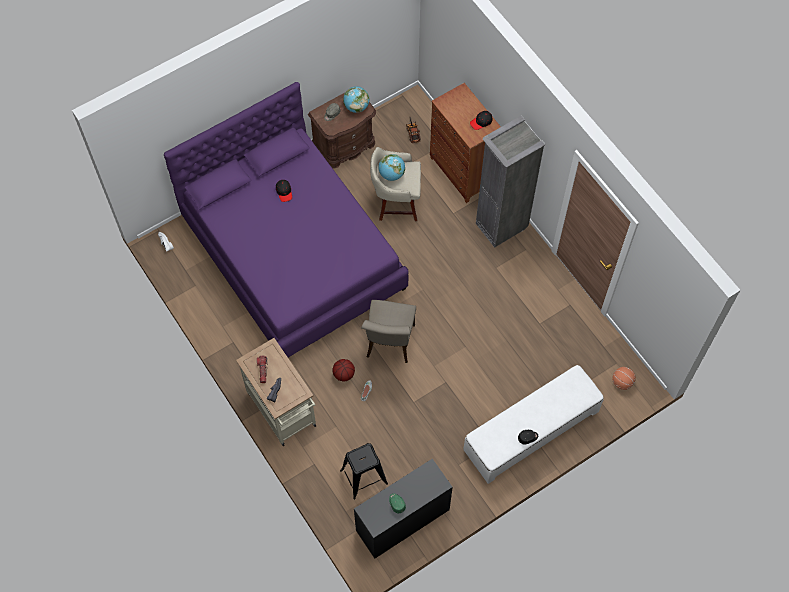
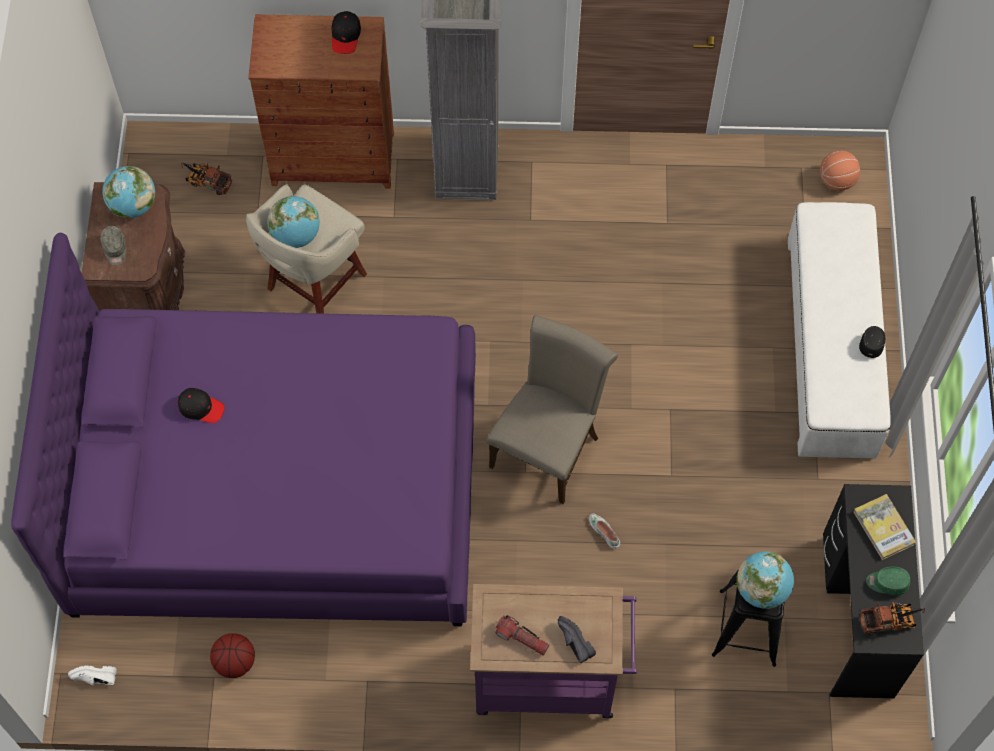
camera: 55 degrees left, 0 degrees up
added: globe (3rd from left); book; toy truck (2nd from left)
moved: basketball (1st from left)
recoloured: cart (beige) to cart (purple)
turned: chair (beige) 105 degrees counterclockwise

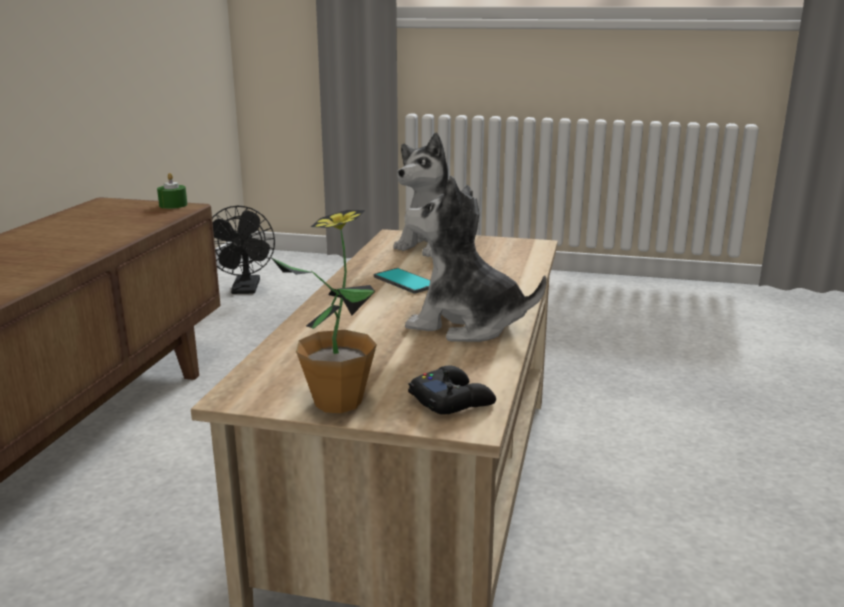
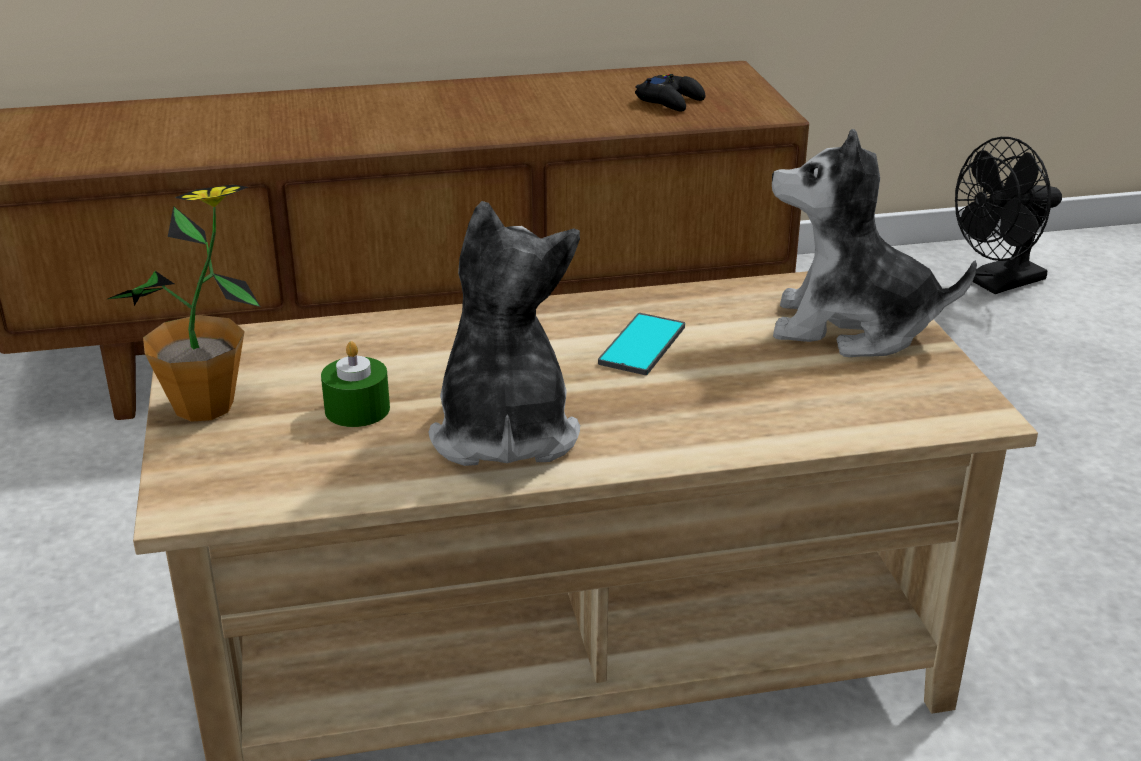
camera: 65 degrees right, 10 degrees up
moved: candle (green); game controller (black)

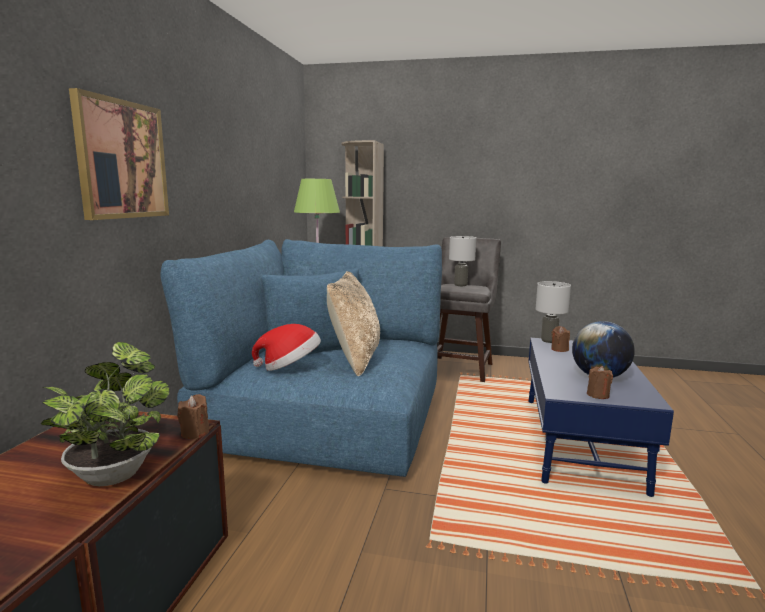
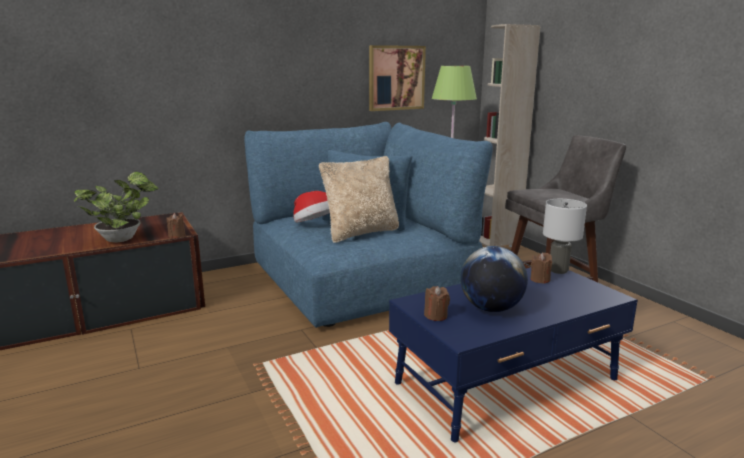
camera: 50 degrees right, 5 degrees up
removed: table lamp (white) (1st from left)
moved: picture

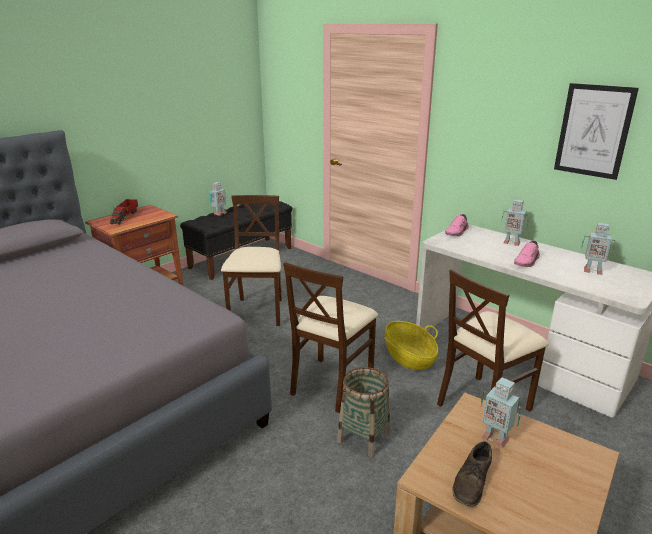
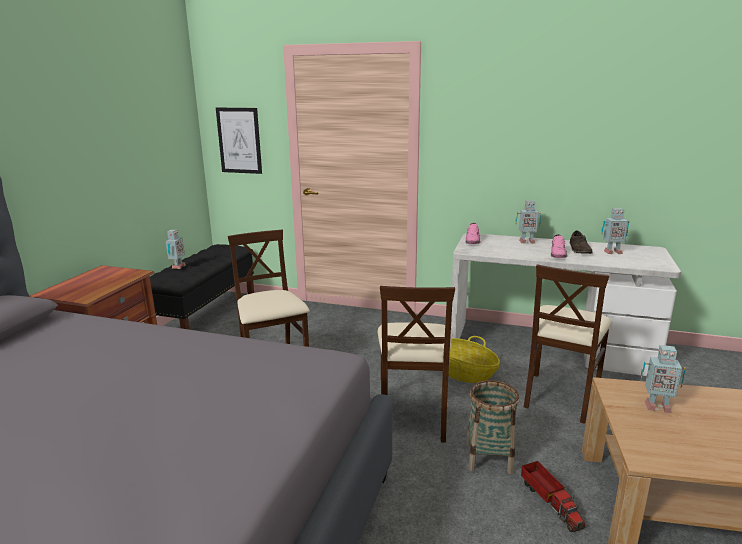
camera: 25 degrees left, 5 degrees down
moved: toy truck; shoe (brown); picture

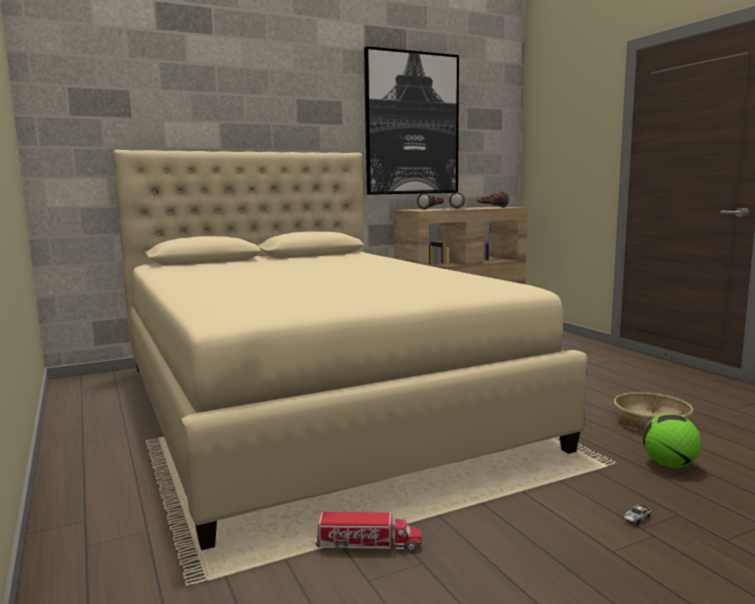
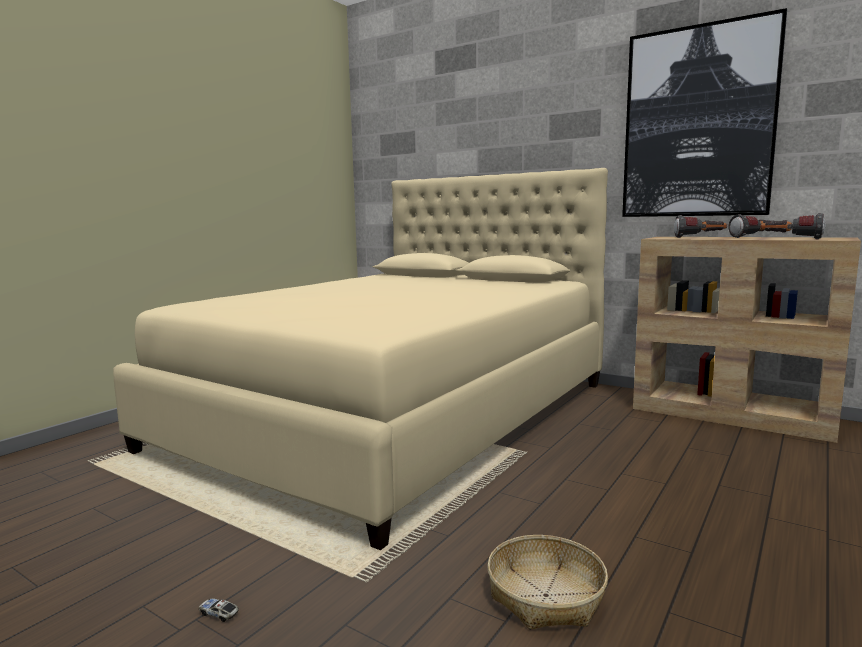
camera: 60 degrees right, 0 degrees up
removed: toy truck; football

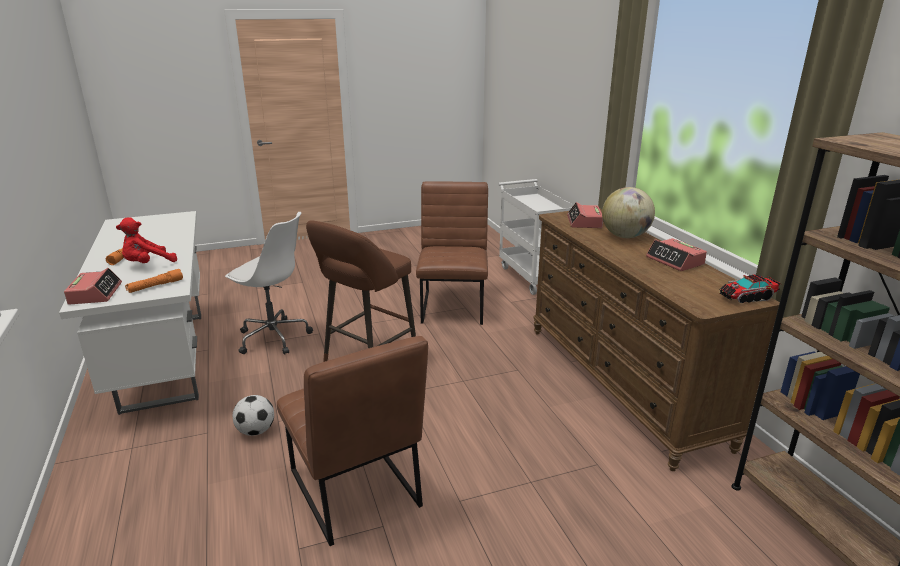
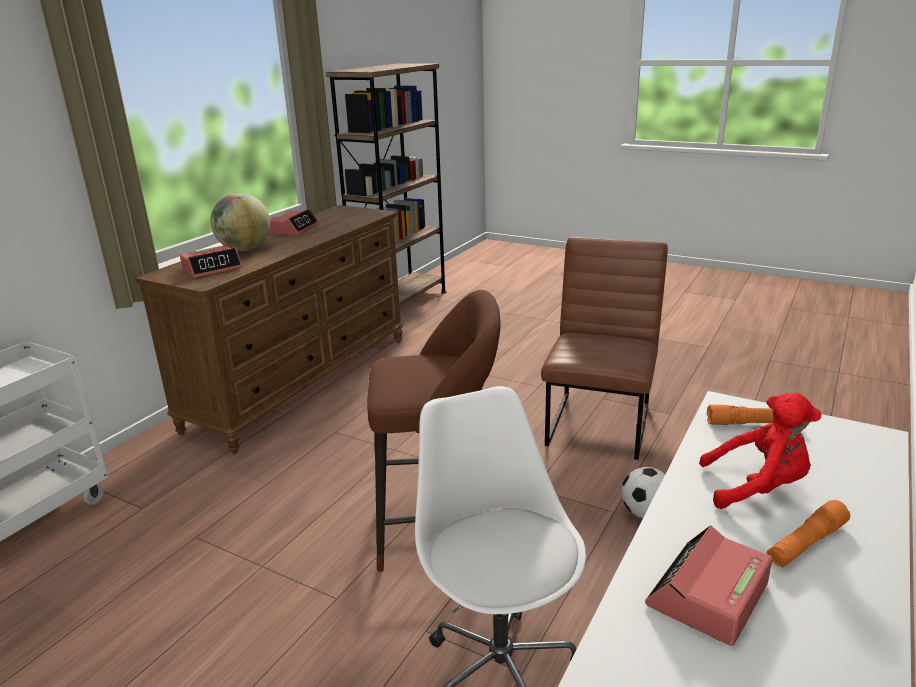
camera: 130 degrees left, 0 degrees up
removed: chair (brown) (2nd from left); toy truck
moved: alarm clock (1st from left in the first image) to alarm clock (3rd from left)

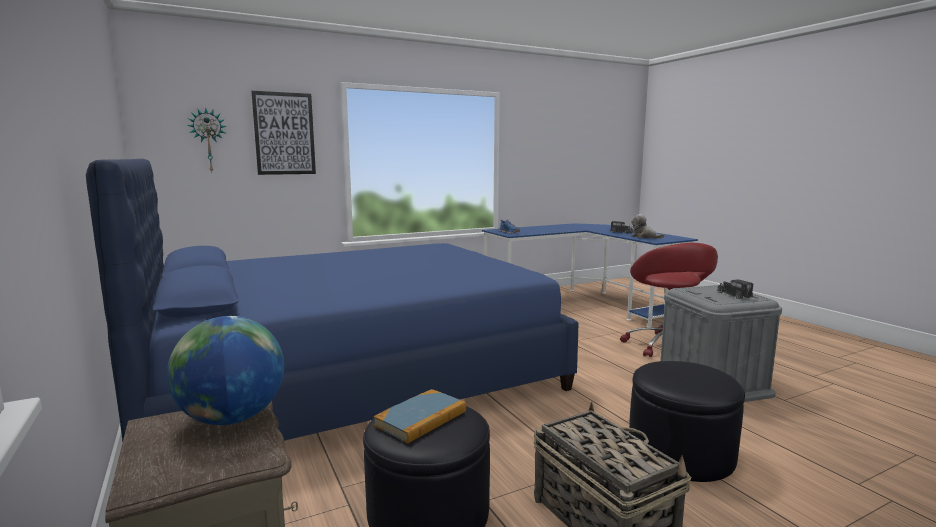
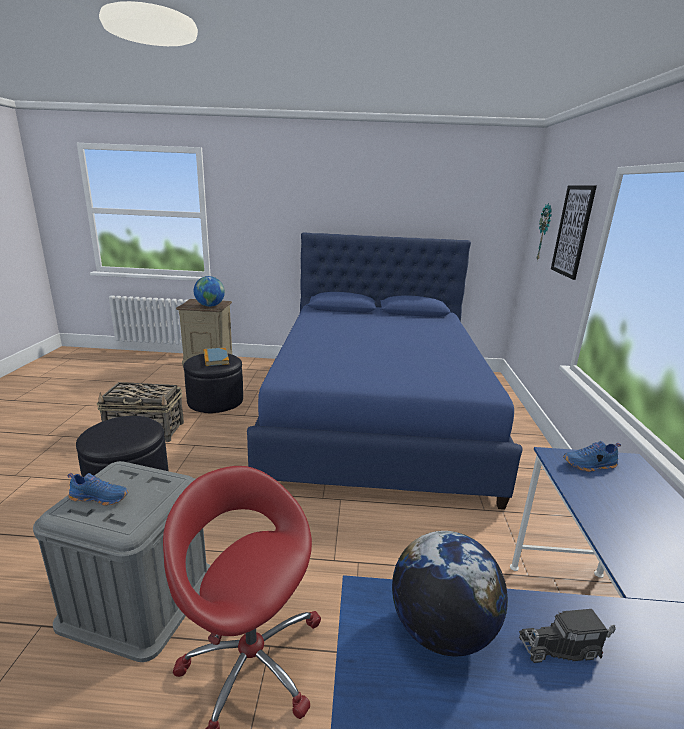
camera: 120 degrees right, 10 degrees up
replaced: plush toy to globe (2nd from left); toy truck (2nd from left) to shoe (blue) (1st from left)

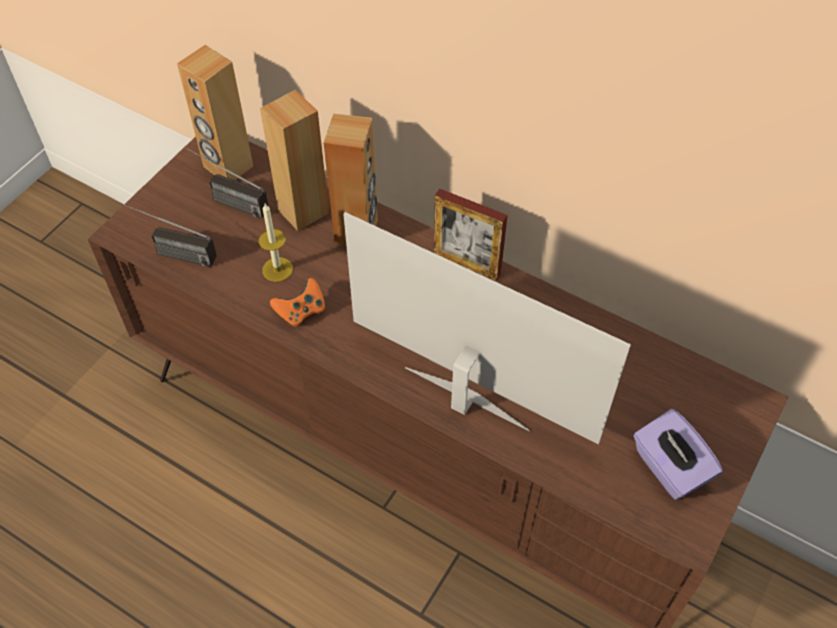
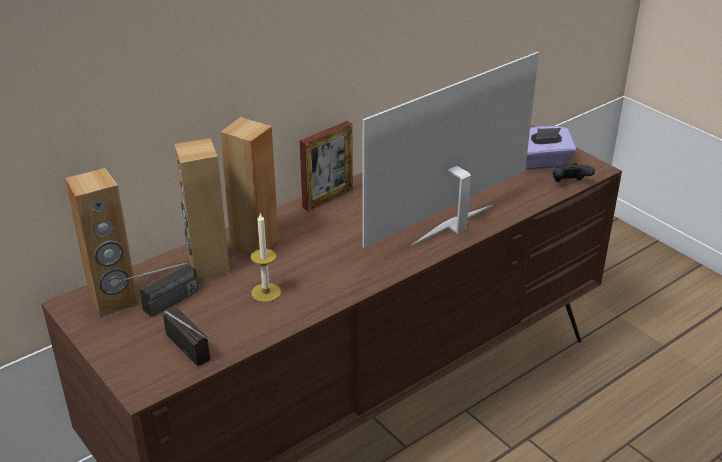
camera: 70 degrees left, 20 degrees down
removed: game controller (orange)
added: game controller (black)
turned: radio (1st from left in the first image) 75 degrees counterclockwise

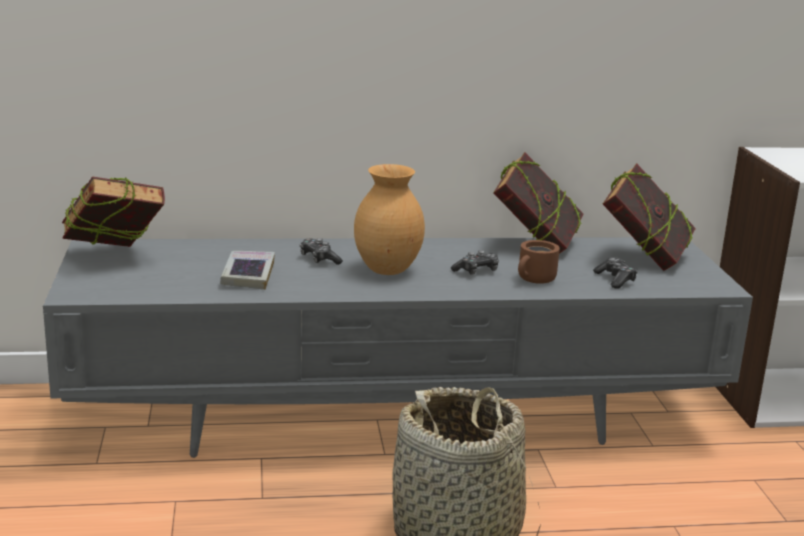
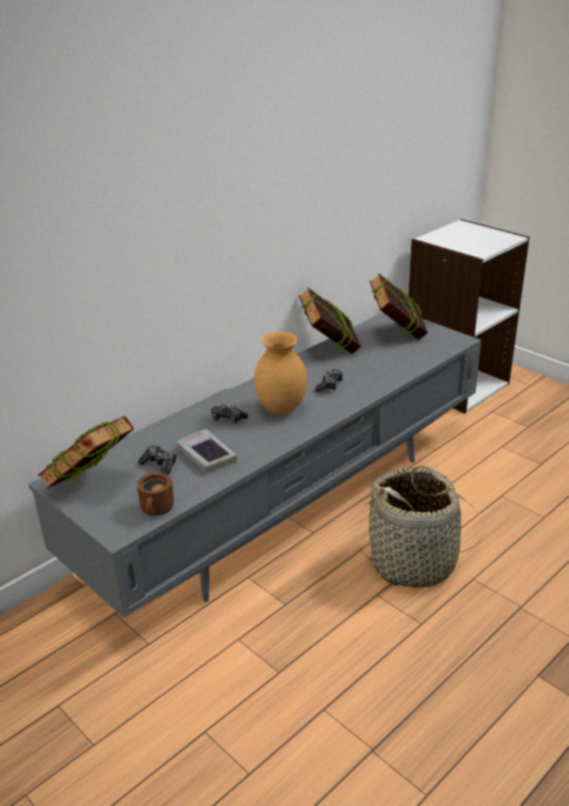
camera: 35 degrees left, 10 degrees up
moved: mug (brown); game controller (3rd from left in the first image) to game controller (1st from left)

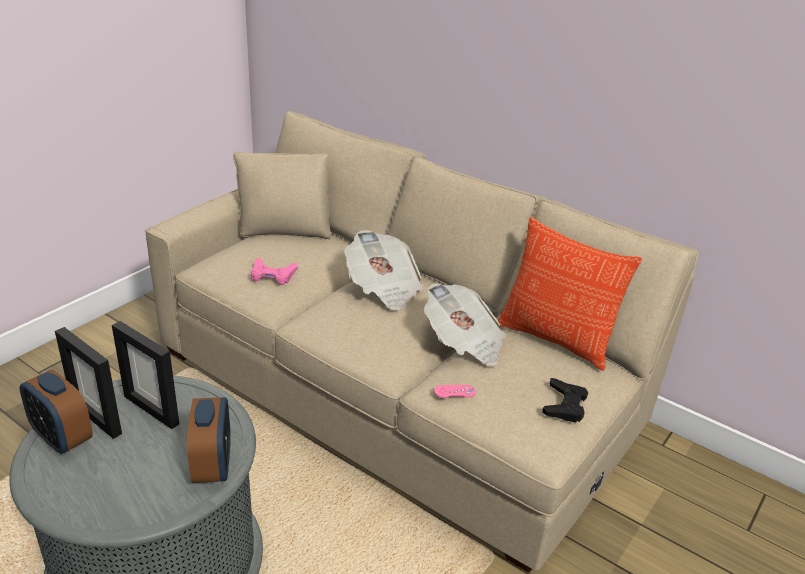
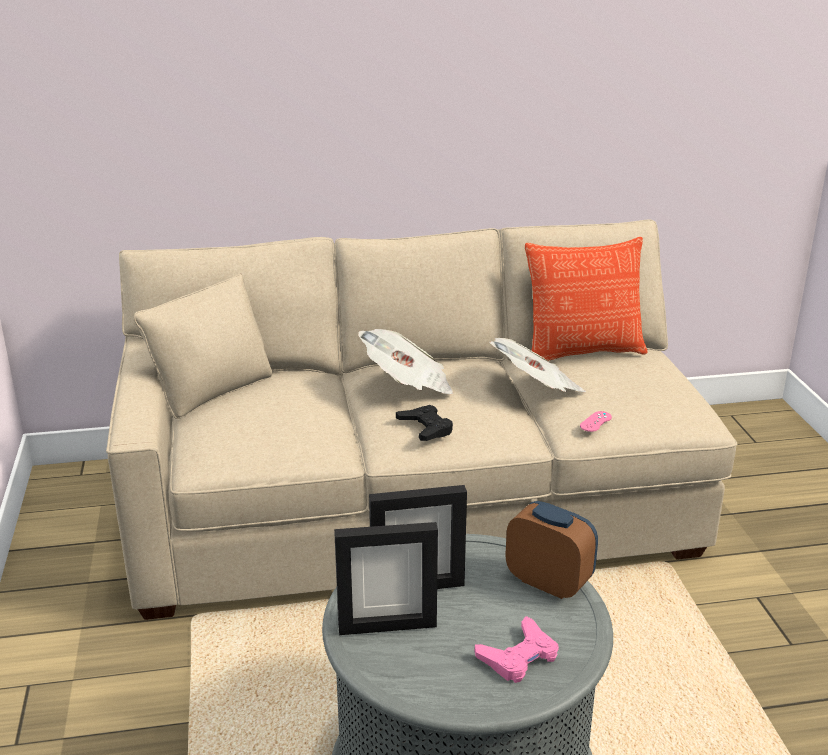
camera: 45 degrees left, 5 degrees down
removed: alarm clock (1st from left)
moved: game controller (pink) (1st from left); game controller (black)

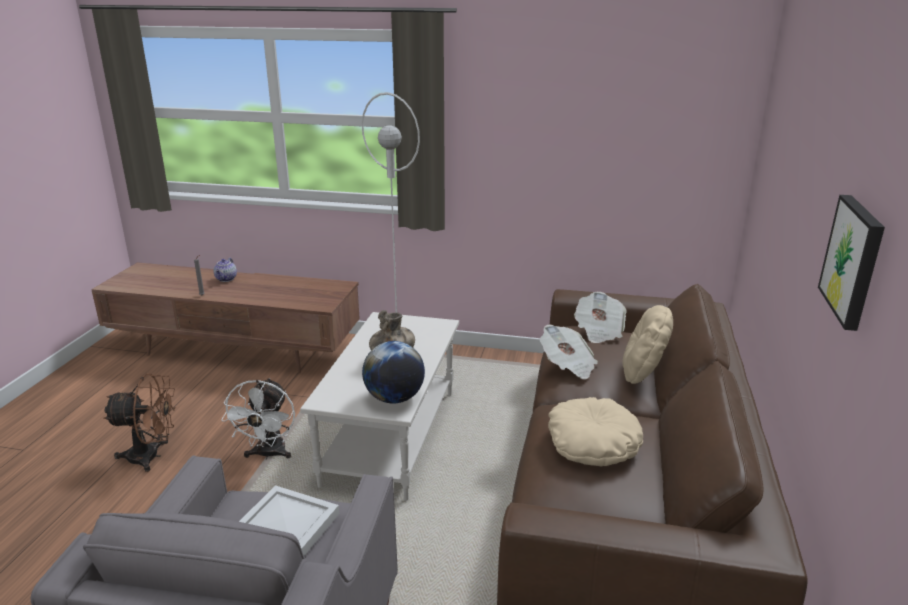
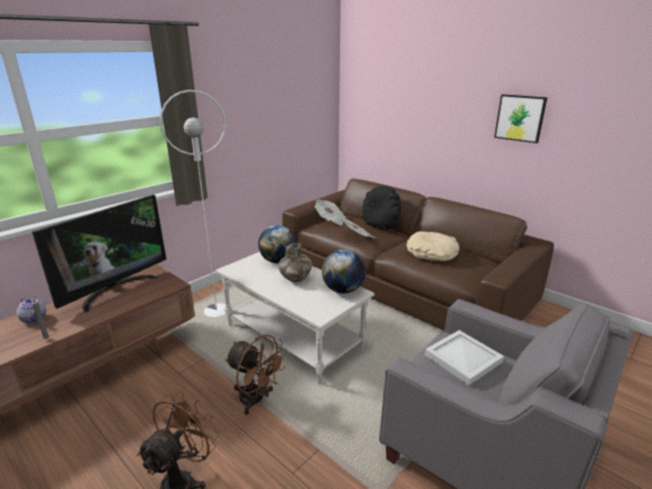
camera: 60 degrees left, 0 degrees up
added: television; globe (1st from left)
recoloured: fan (white) to fan (brown) (2nd from left); pillow (beige) (2nd from left) to pillow (black)

